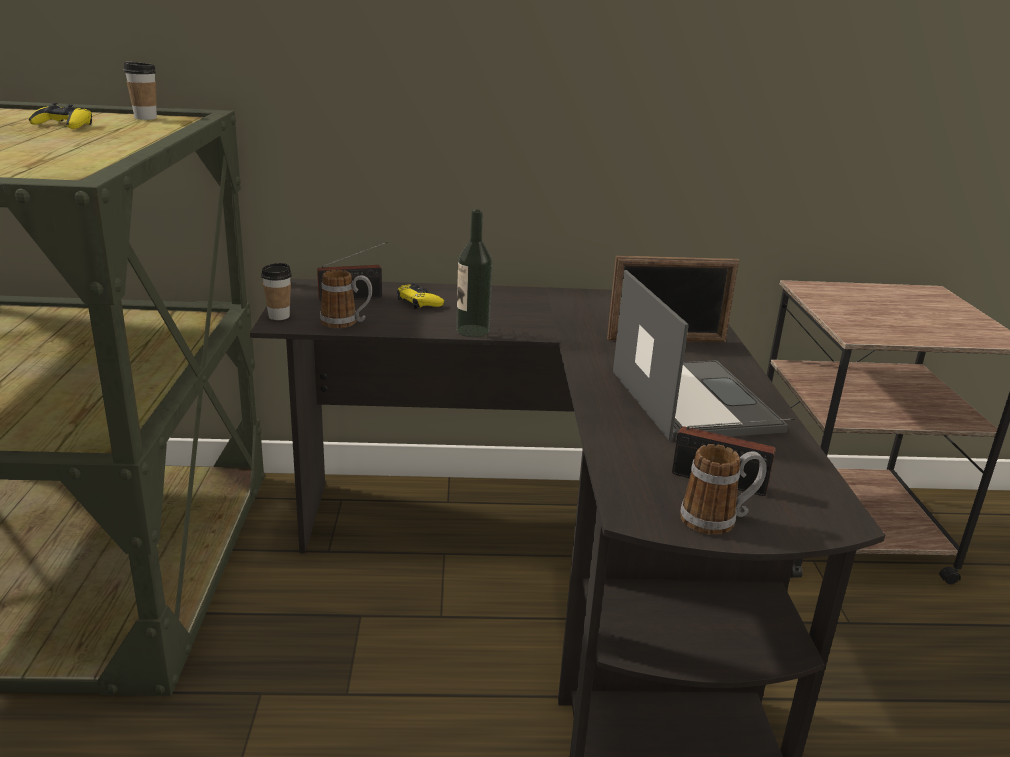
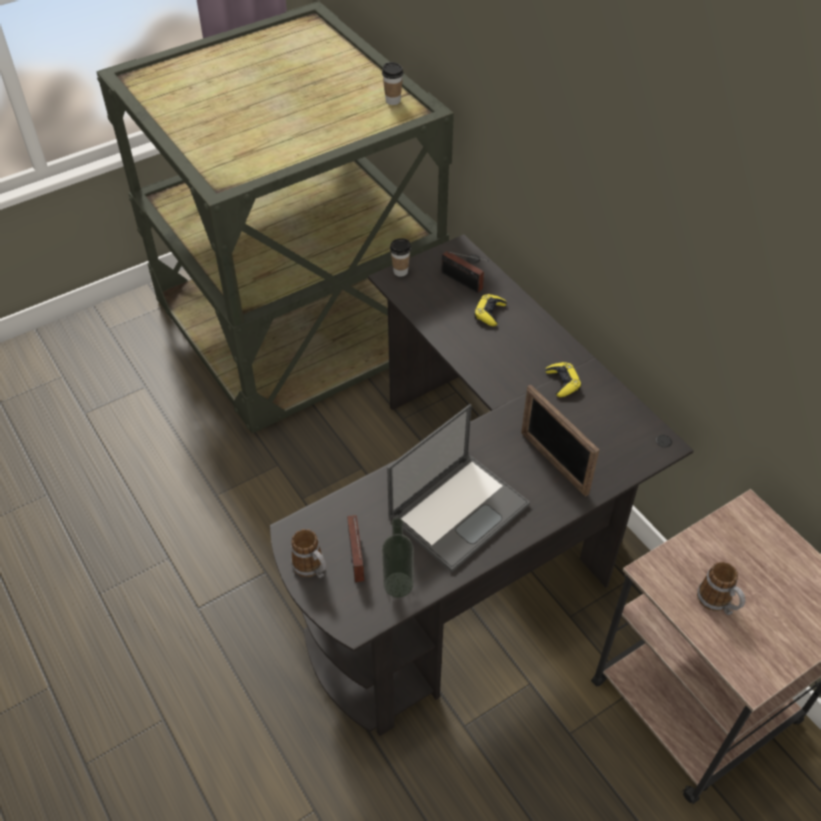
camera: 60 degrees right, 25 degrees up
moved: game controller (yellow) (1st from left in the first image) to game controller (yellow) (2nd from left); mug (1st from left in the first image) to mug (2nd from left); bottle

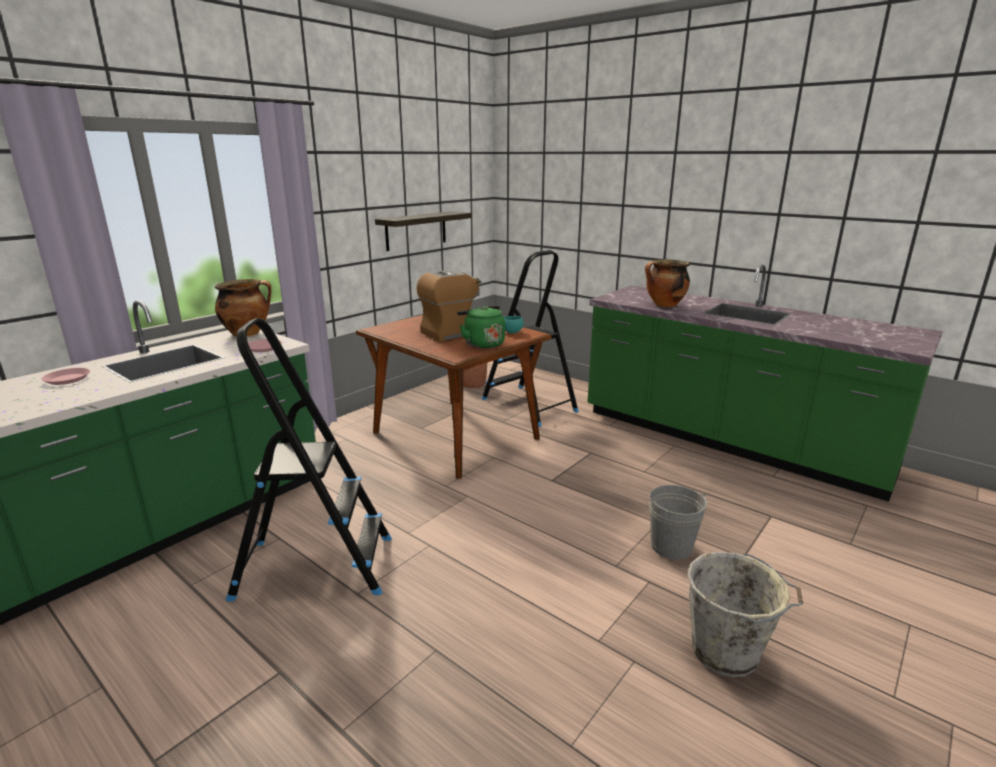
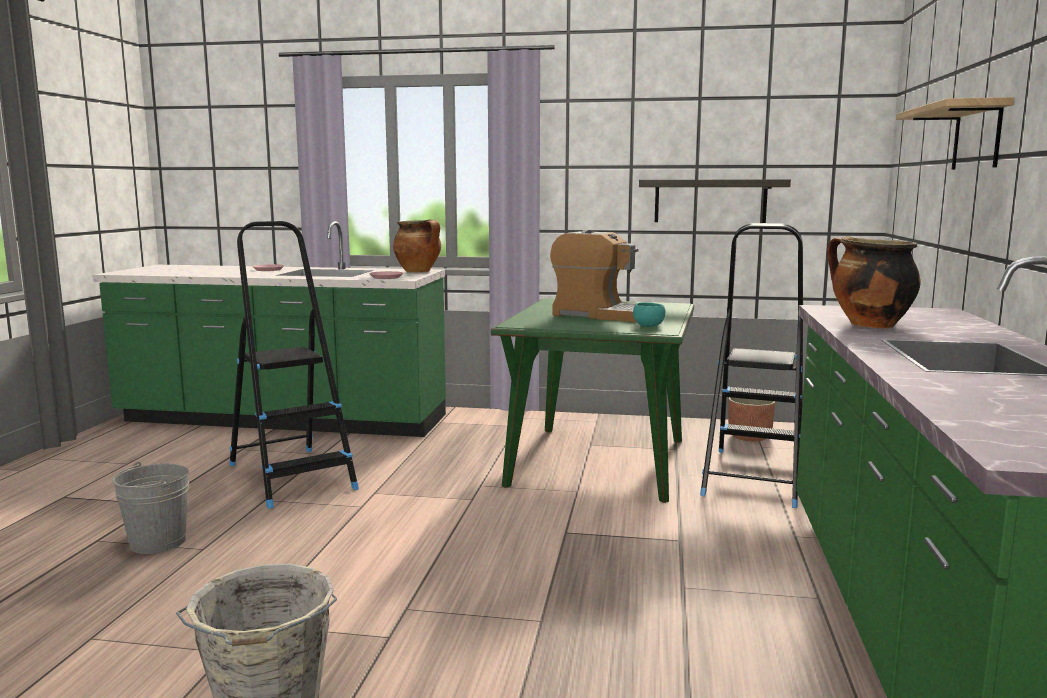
camera: 60 degrees right, 10 degrees down
removed: kettle (green)
added: shelf (2nd from left)
moved: bucket (grey) (1st from left)
recoloured: dining table (brown) to dining table (green)

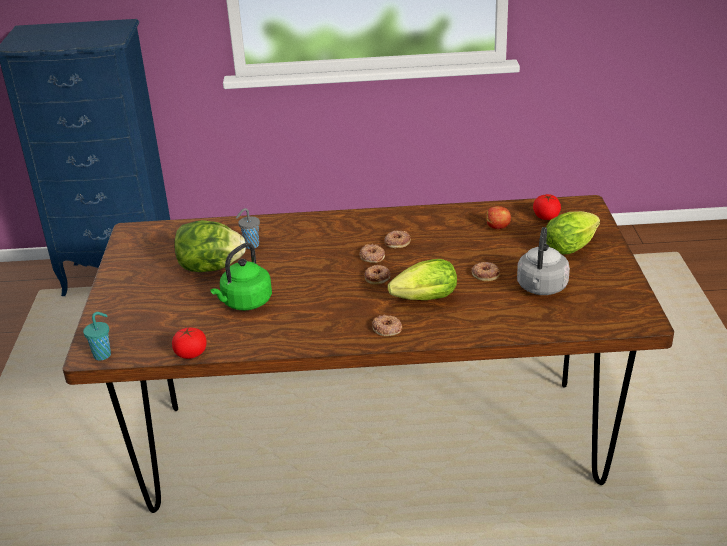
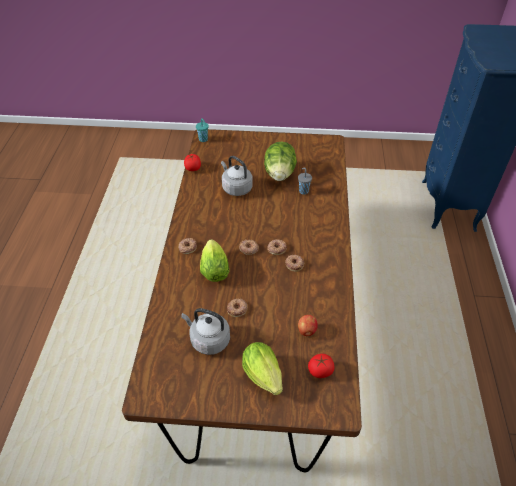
camera: 95 degrees right, 15 degrees up
recoloured: kettle (green) to kettle (grey) (2nd from left)

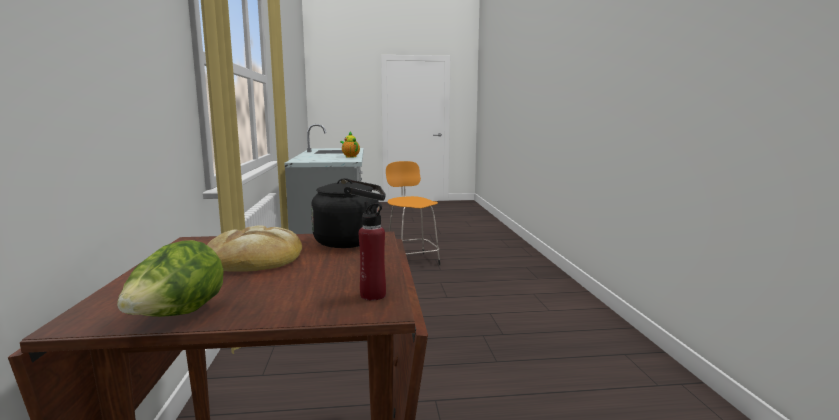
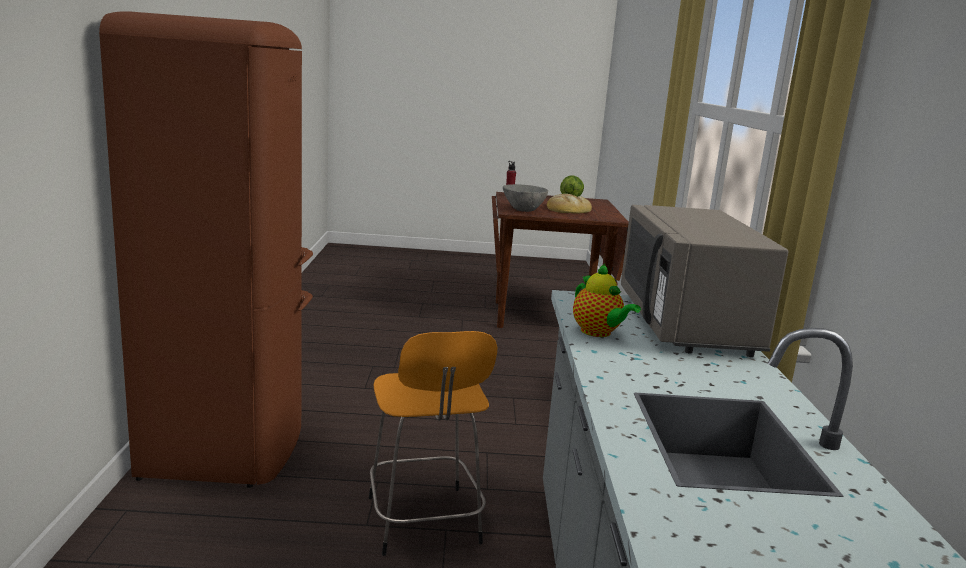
camera: 175 degrees left, 5 degrees up
added: fridge (brown); microwave (grey)
replaced: kettle (black) to bowl (grey)

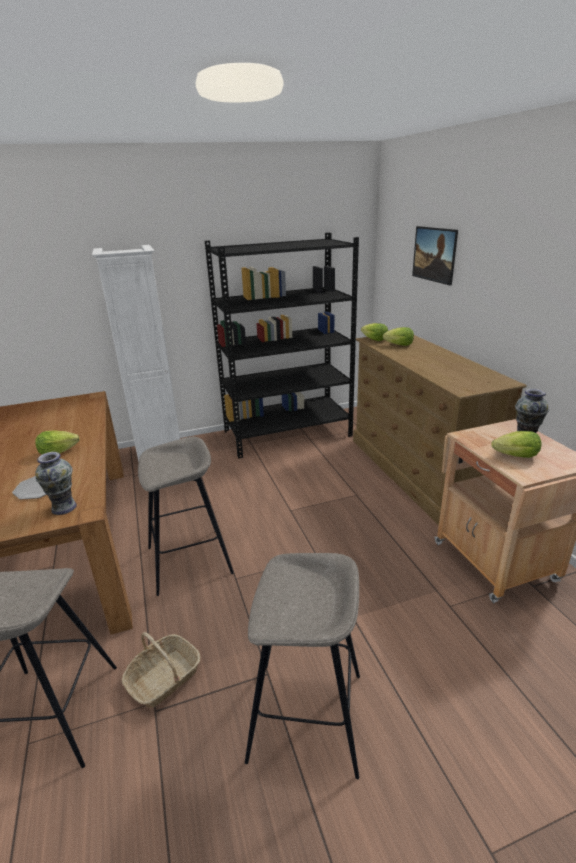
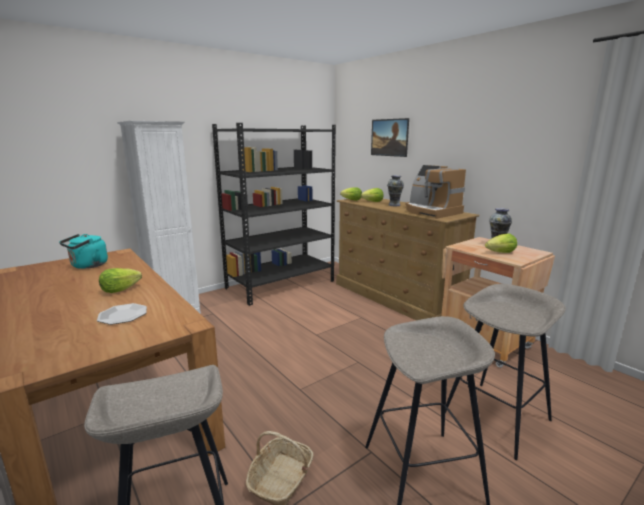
camera: 20 degrees left, 10 degrees down
added: kettle (turquoise); coffee machine
moved: vase (1st from left); stool (grey) (2nd from left in the first image) to stool (grey) (3rd from left)

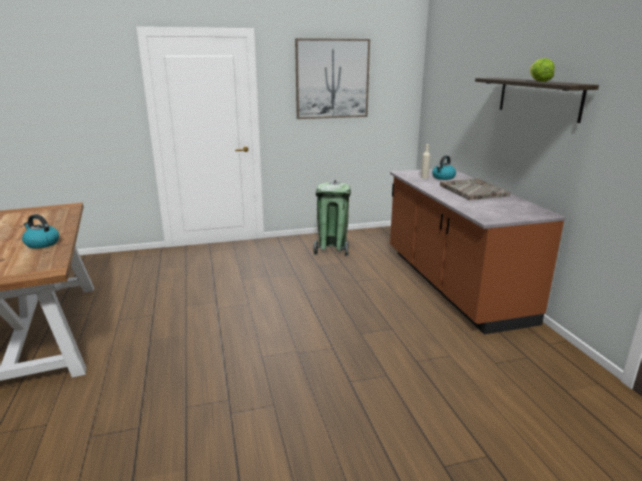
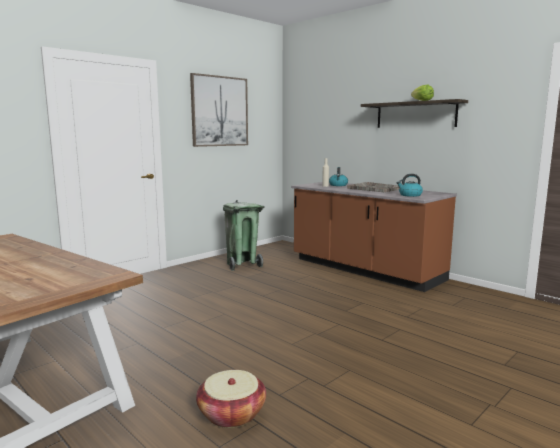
camera: 30 degrees left, 10 degrees down
added: basket
moved: kettle (1st from left in the first image) to kettle (2nd from left)

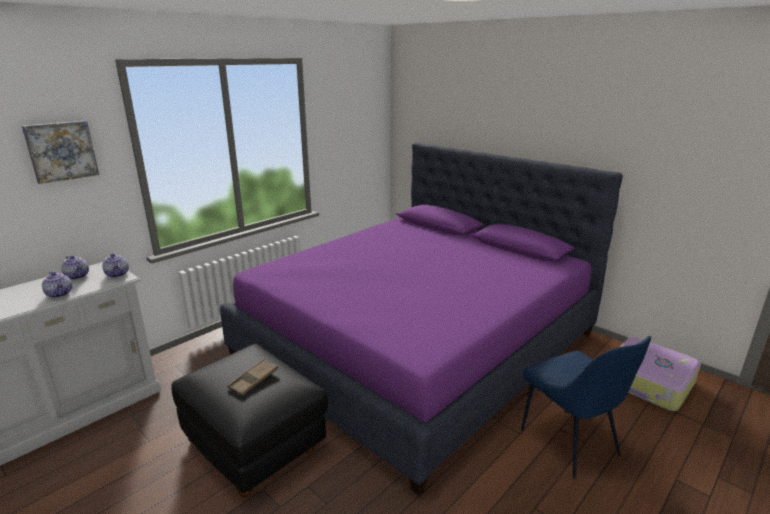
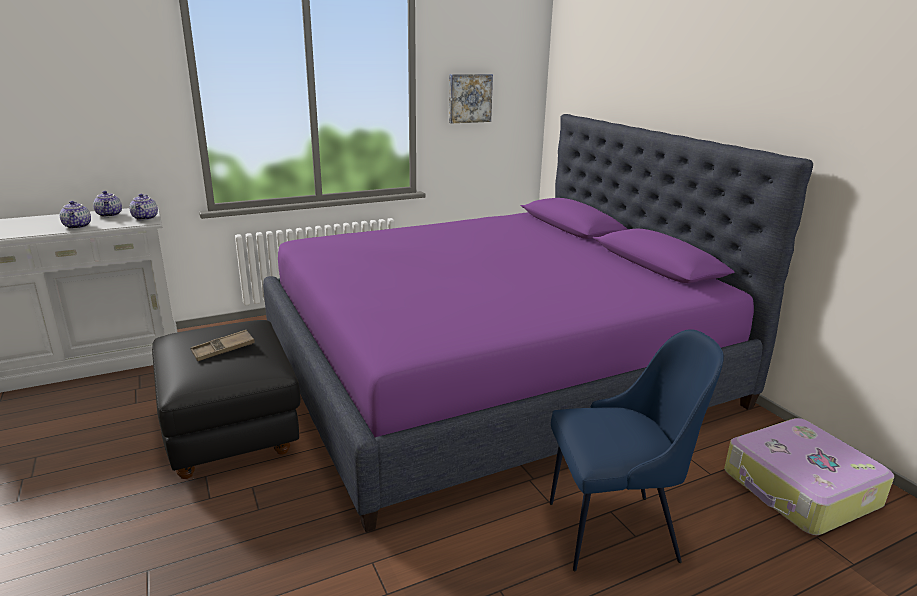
camera: 20 degrees right, 0 degrees up
moved: picture
turned: chair (blue) 90 degrees counterclockwise

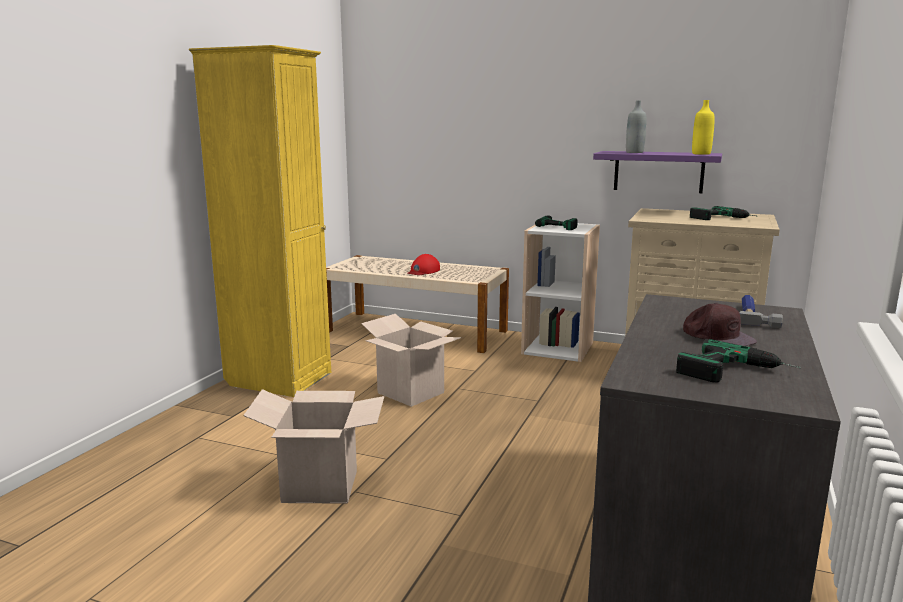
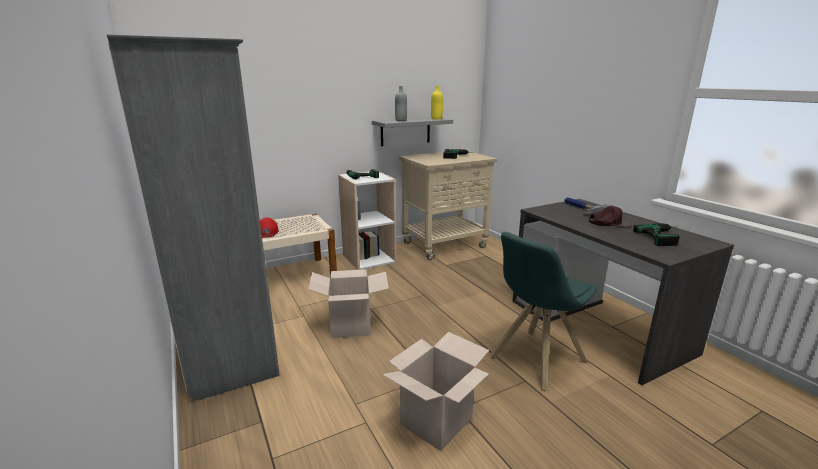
camera: 50 degrees left, 5 degrees up
added: chair (turquoise)
recoloured: cabinet (yellow) to cabinet (grey); shelf (purple) to shelf (grey)

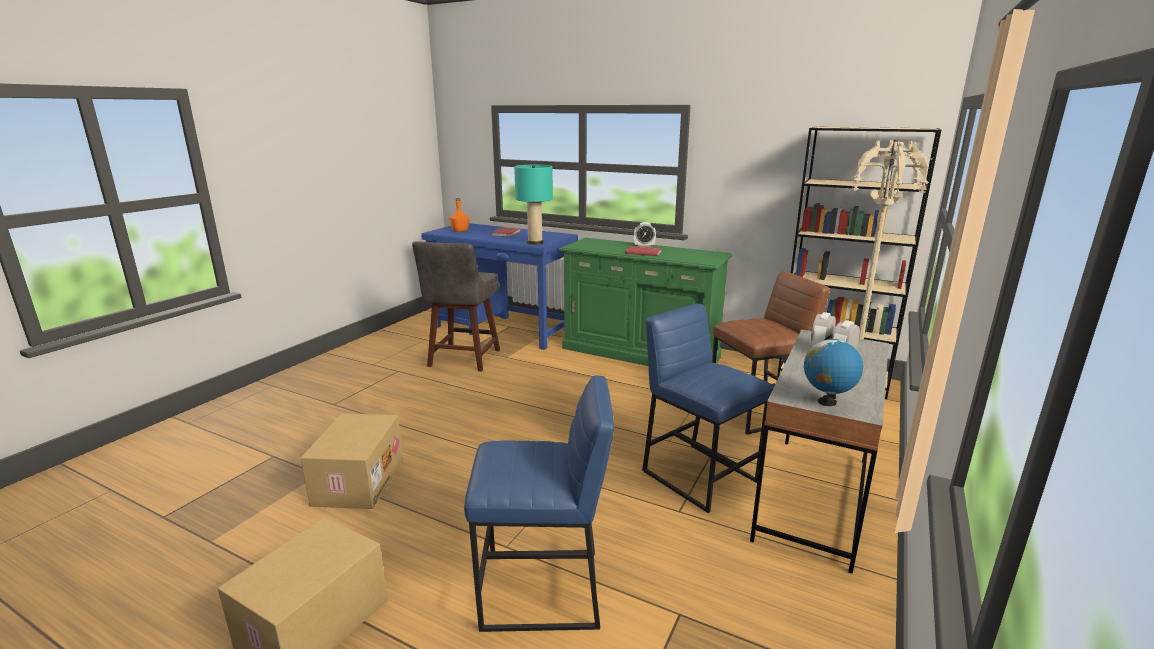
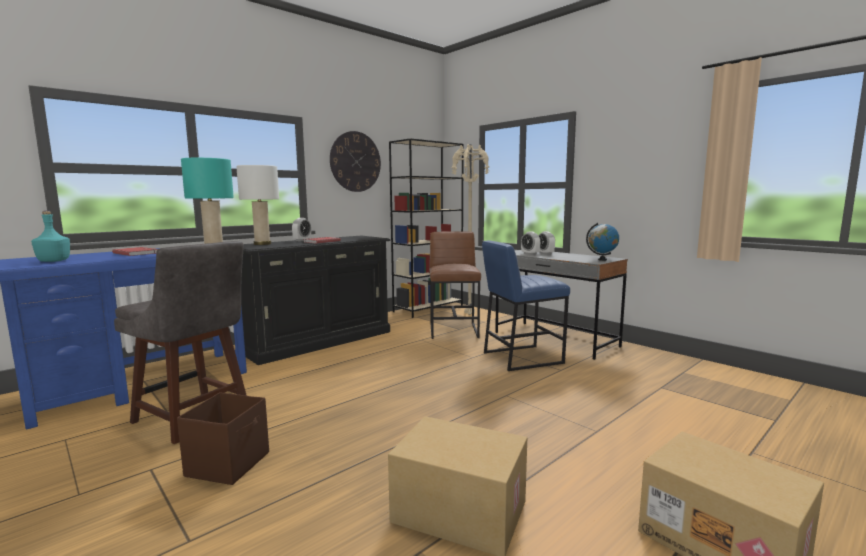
camera: 70 degrees left, 10 degrees down
removed: chair (blue) (1st from left)
added: storage box (brown); table lamp (white); wall clock
recoloured: bottle (orange) to bottle (turquoise); cabinet (green) to cabinet (black)

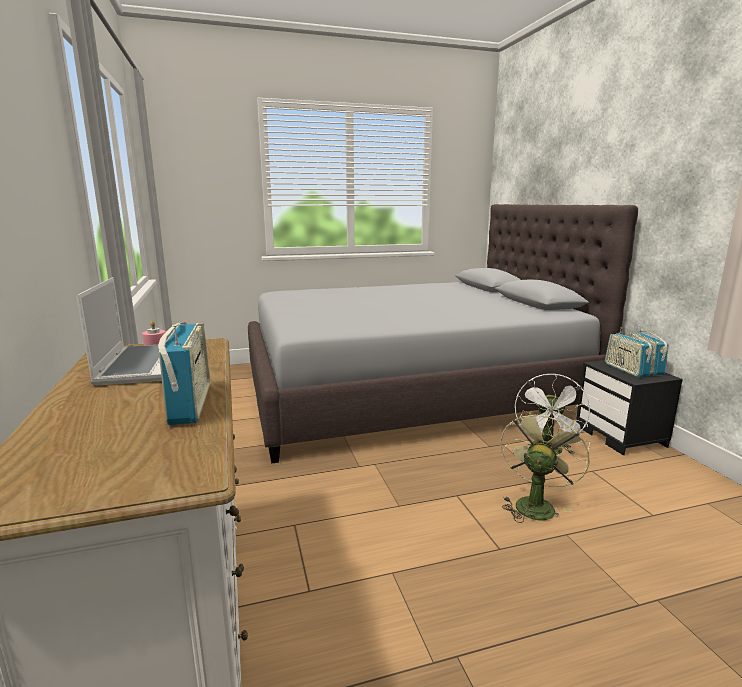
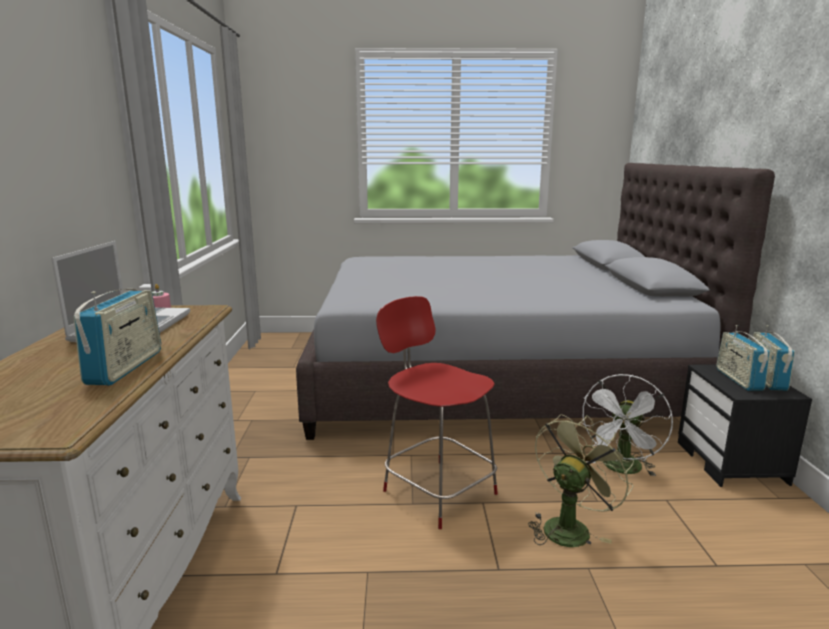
camera: 15 degrees right, 0 degrees up
added: chair (red)

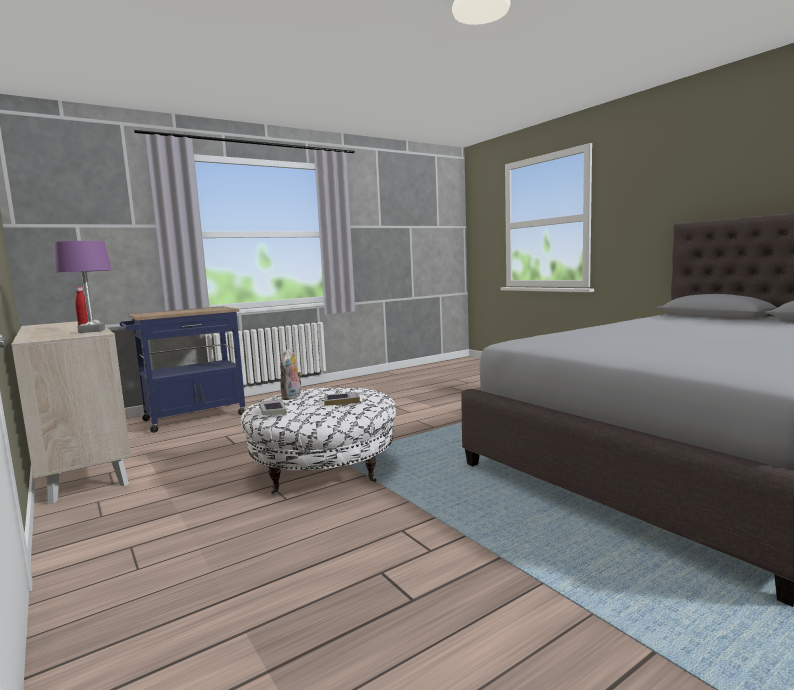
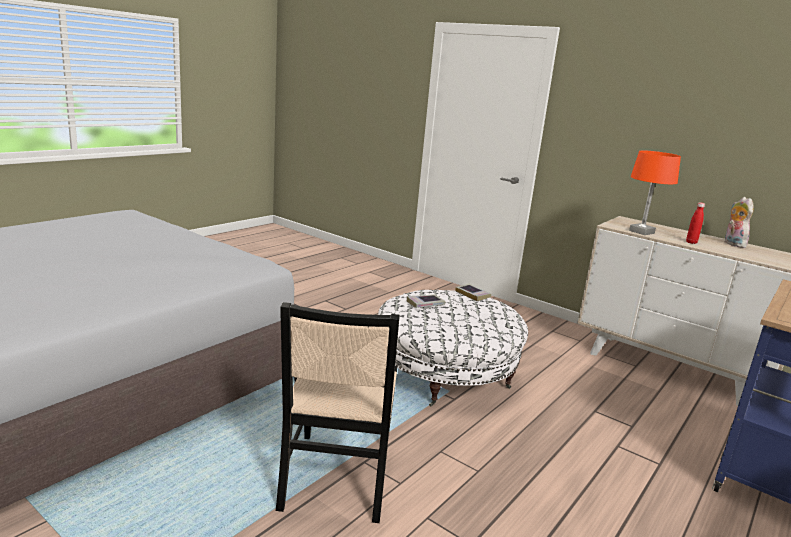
camera: 160 degrees right, 10 degrees up
added: chair
moved: plush toy
recoloured: table lamp (purple) to table lamp (orange)

